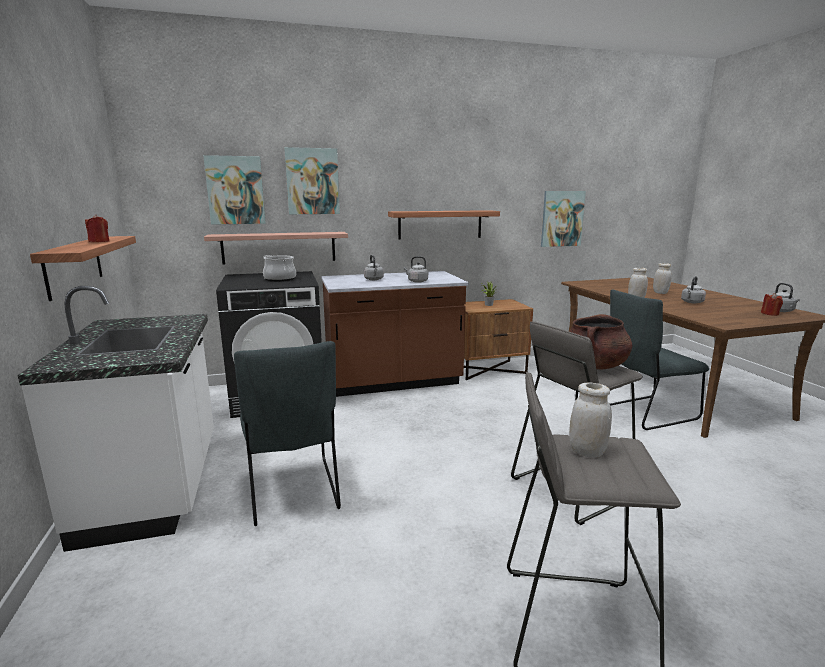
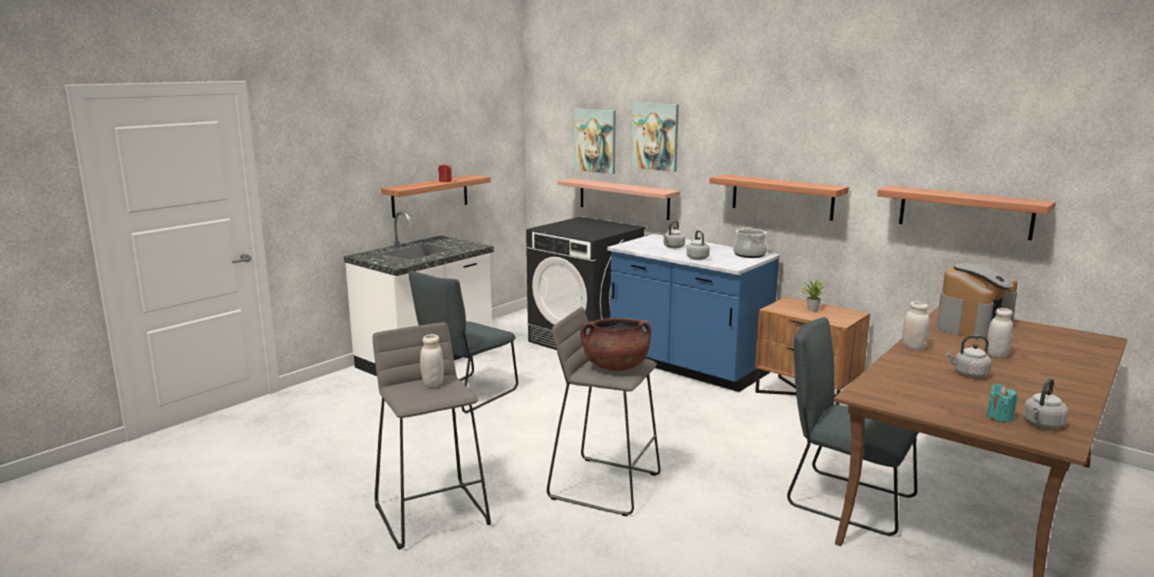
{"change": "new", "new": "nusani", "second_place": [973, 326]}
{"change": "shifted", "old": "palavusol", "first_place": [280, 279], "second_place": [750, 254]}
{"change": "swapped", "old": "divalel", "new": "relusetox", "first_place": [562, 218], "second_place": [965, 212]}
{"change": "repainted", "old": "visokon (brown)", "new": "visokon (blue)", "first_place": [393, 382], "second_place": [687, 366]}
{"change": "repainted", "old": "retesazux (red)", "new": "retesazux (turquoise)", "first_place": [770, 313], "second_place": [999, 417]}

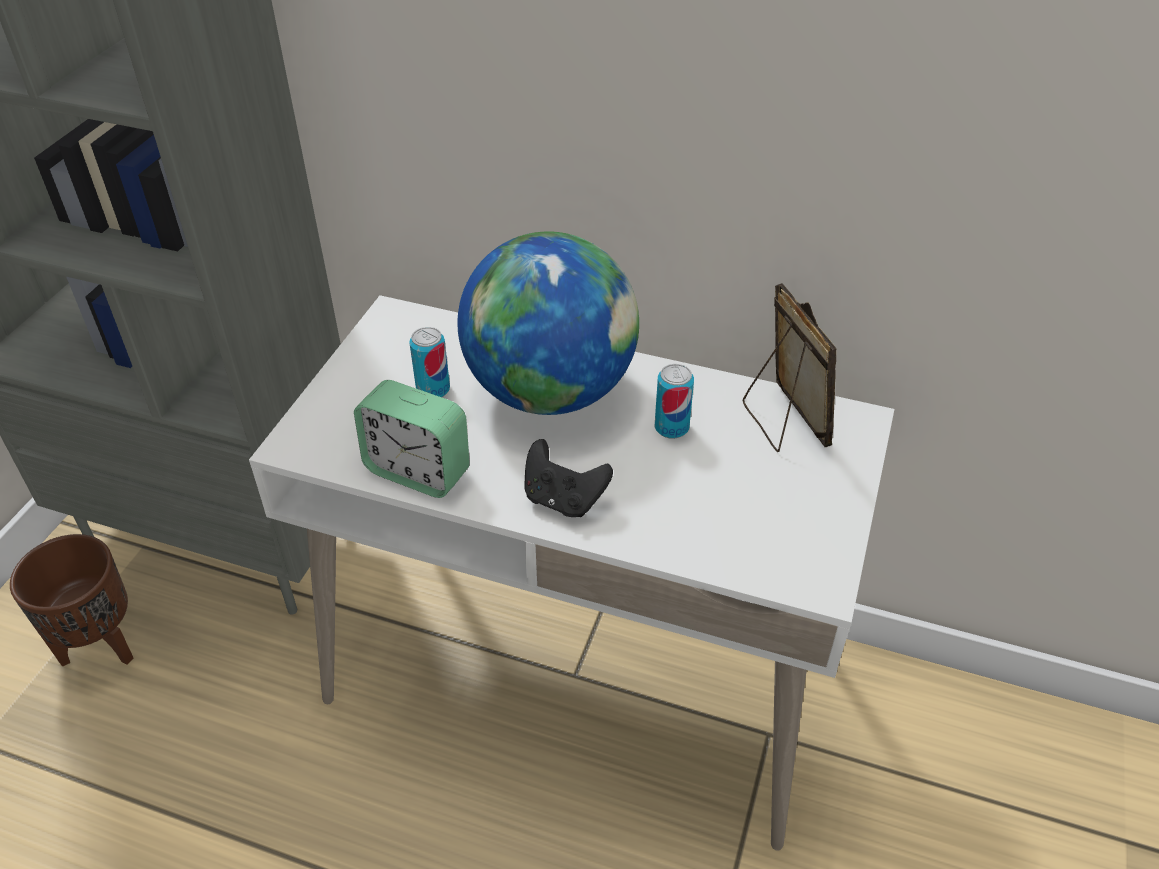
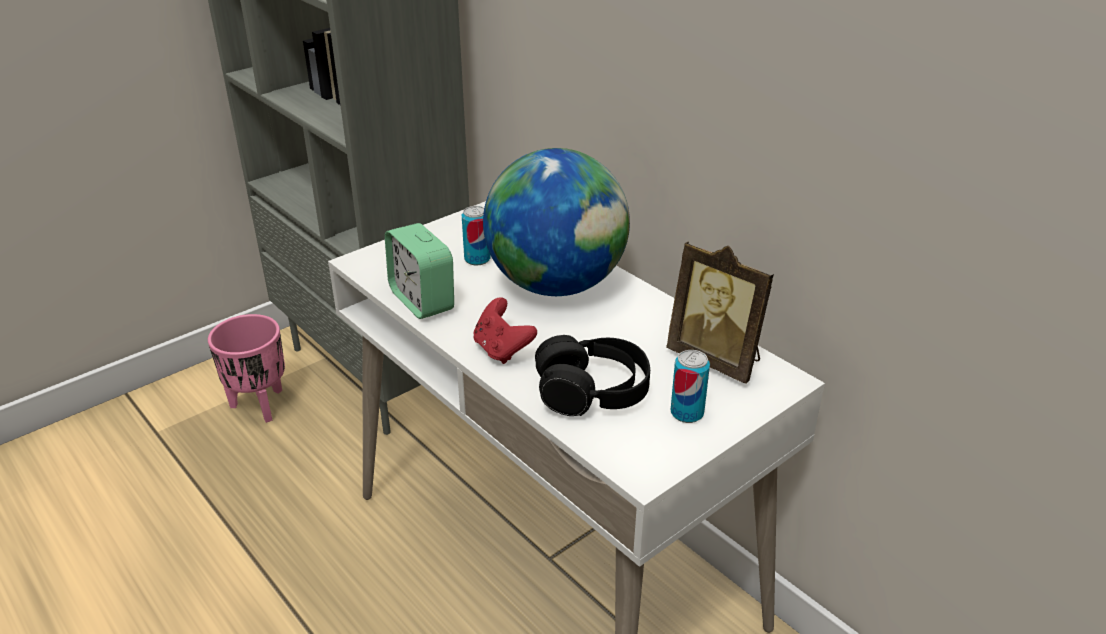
{"change": "new", "new": "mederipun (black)", "second_place": [592, 391]}
{"change": "shifted", "old": "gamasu", "first_place": [671, 427], "second_place": [687, 413]}
{"change": "repainted", "old": "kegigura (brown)", "new": "kegigura (pink)", "first_place": [100, 646], "second_place": [259, 405]}
{"change": "repainted", "old": "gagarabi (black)", "new": "gagarabi (red)", "first_place": [563, 499], "second_place": [502, 350]}
{"change": "rotated", "old": "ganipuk", "first_place": [782, 422], "second_place": [717, 359], "degrees": 120}

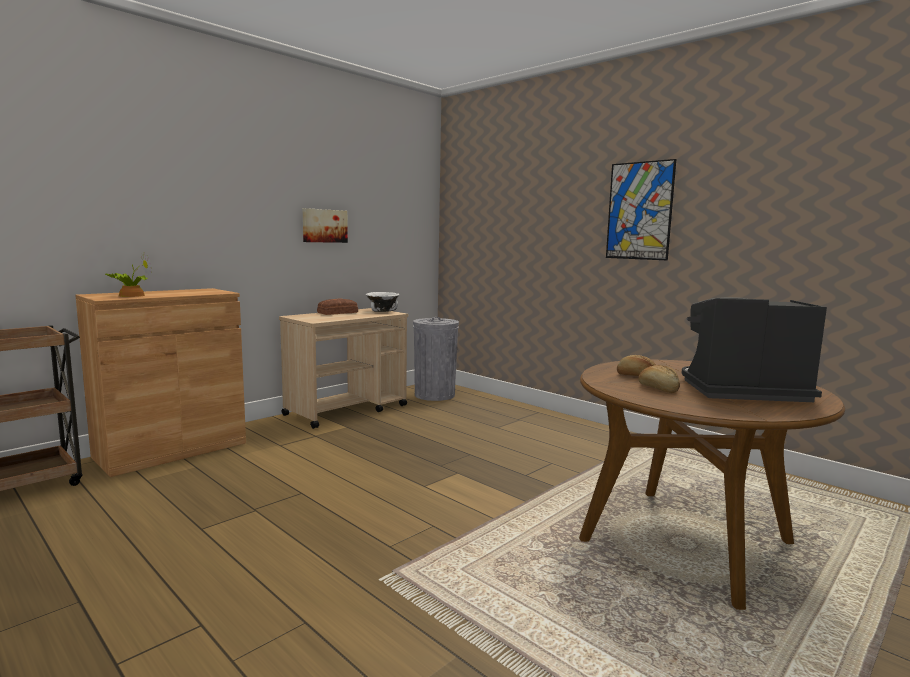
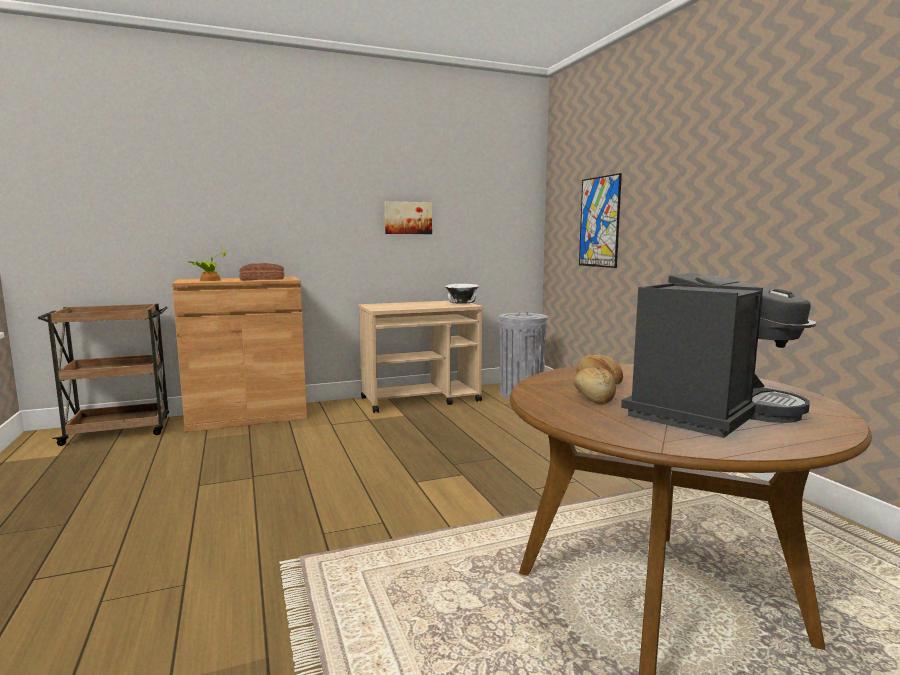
{"change": "shifted", "old": "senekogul", "first_place": [338, 313], "second_place": [263, 279]}
{"change": "shifted", "old": "divalel", "first_place": [639, 211], "second_place": [599, 222]}
{"change": "rotated", "old": "nusani", "first_place": [740, 391], "second_place": [709, 412], "degrees": 105}

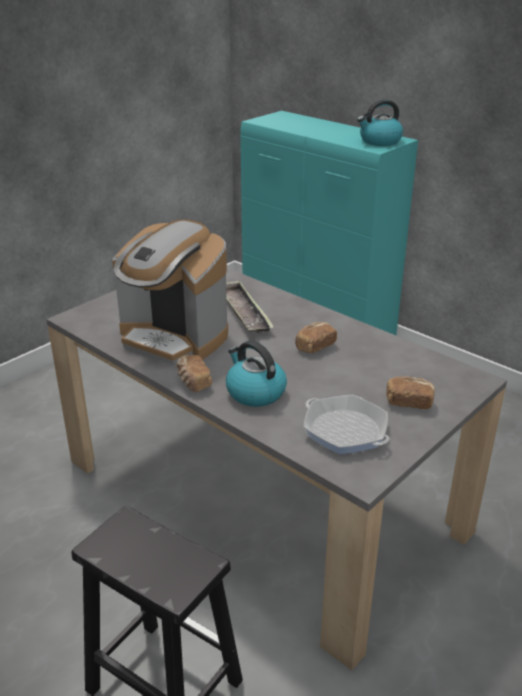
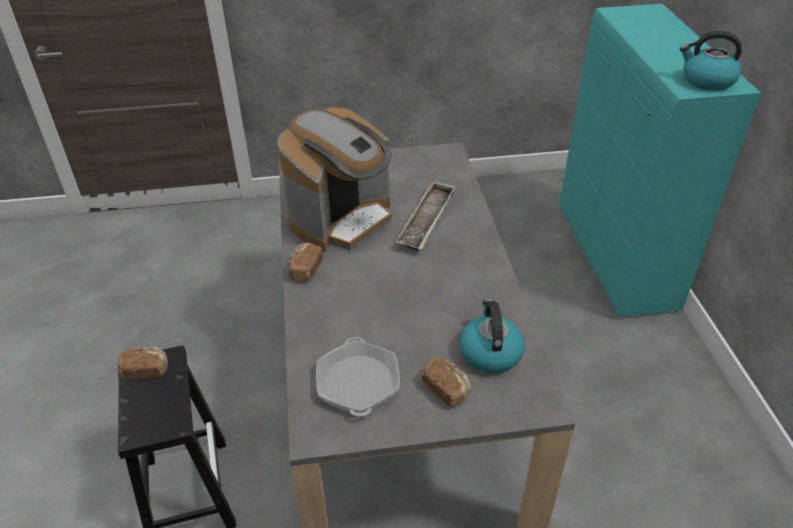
{"change": "shifted", "old": "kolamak", "first_place": [255, 392], "second_place": [490, 352]}
{"change": "shifted", "old": "senekogul", "first_place": [314, 346], "second_place": [146, 370]}
{"change": "rotated", "old": "nusani", "first_place": [174, 338], "second_place": [342, 219], "degrees": -120}

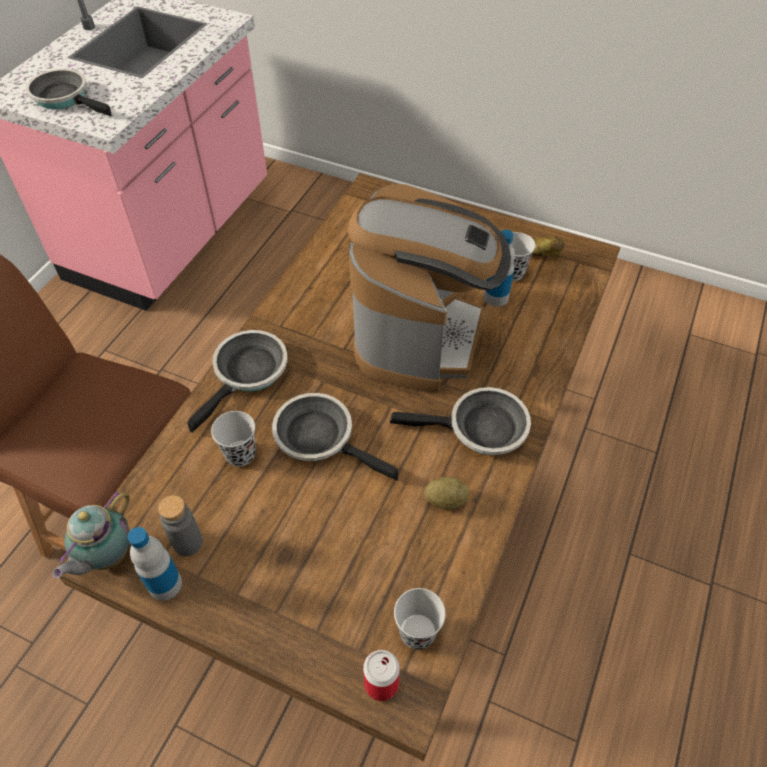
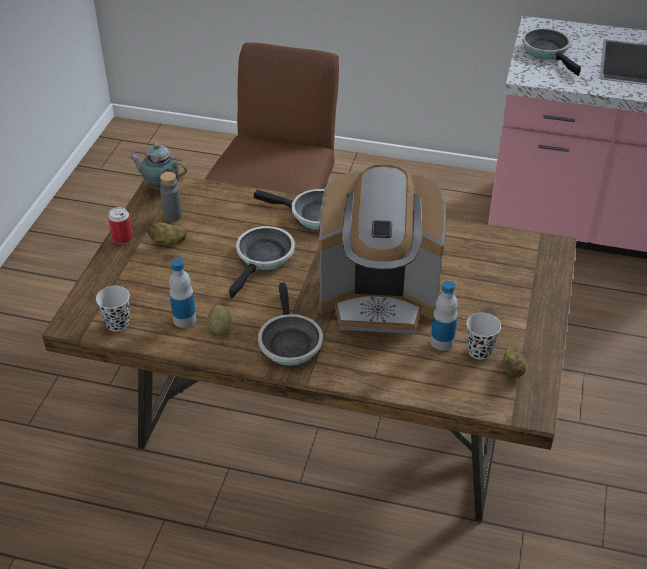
{"change": "gone", "old": "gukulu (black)", "first_place": [240, 454]}
{"change": "new", "new": "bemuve", "second_place": [168, 242]}
{"change": "shifted", "old": "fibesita", "first_place": [165, 584], "second_place": [184, 319]}
{"change": "shifted", "old": "gamasu", "first_place": [381, 683], "second_place": [122, 238]}
{"change": "rotated", "old": "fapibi", "first_place": [65, 98], "second_place": [548, 51], "degrees": -45}

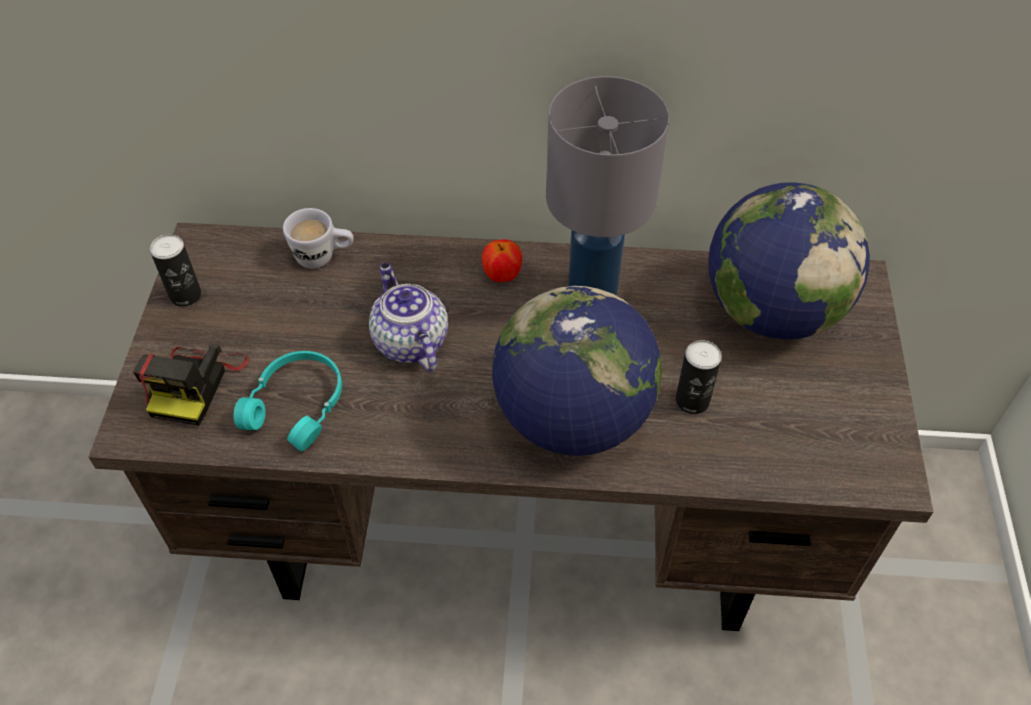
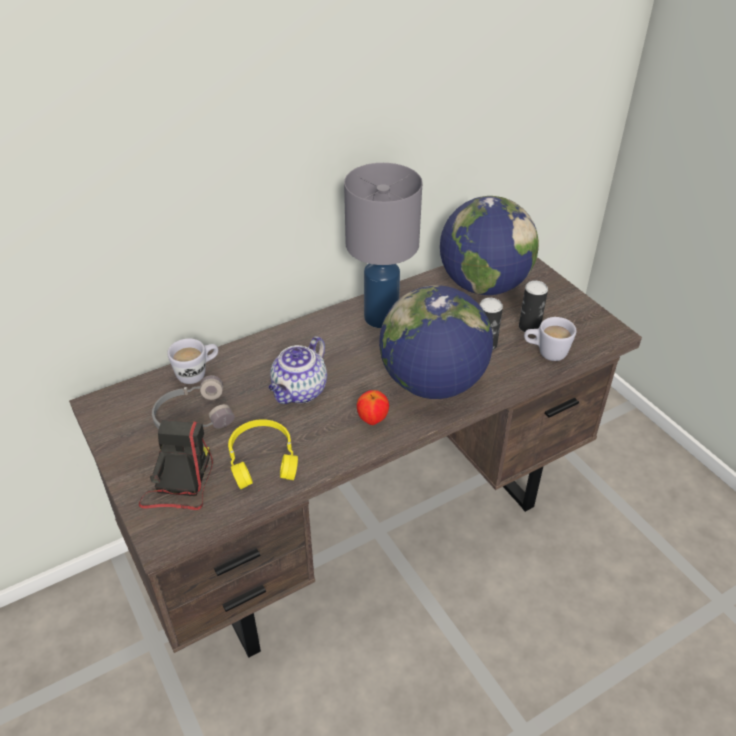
{"change": "new", "new": "mederipun (grey)", "second_place": [192, 416]}
{"change": "new", "new": "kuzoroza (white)", "second_place": [545, 353]}
{"change": "shifted", "old": "gamasu", "first_place": [185, 295], "second_place": [529, 327]}
{"change": "shifted", "old": "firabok", "first_place": [502, 276], "second_place": [372, 420]}
{"change": "repainted", "old": "mederipun (turquoise)", "new": "mederipun (yellow)", "first_place": [298, 405], "second_place": [263, 459]}
{"change": "rotated", "old": "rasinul", "first_place": [196, 384], "second_place": [180, 482], "degrees": -150}
{"change": "rotated", "old": "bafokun", "first_place": [409, 341], "second_place": [299, 392], "degrees": -90}

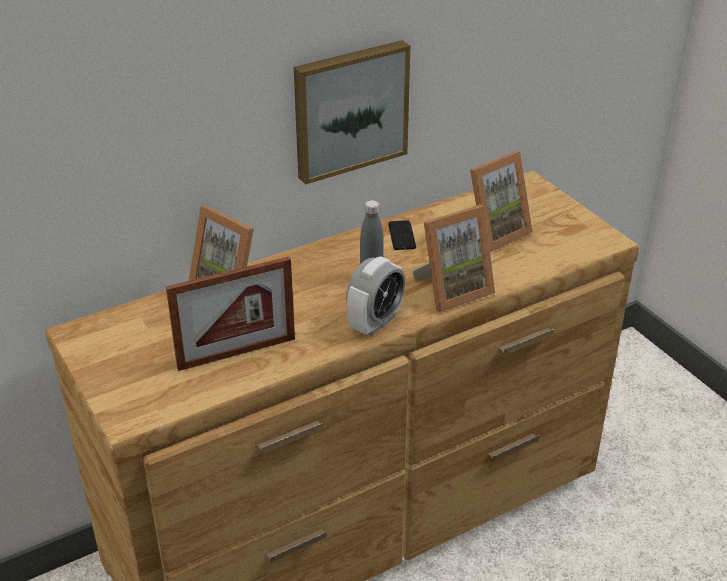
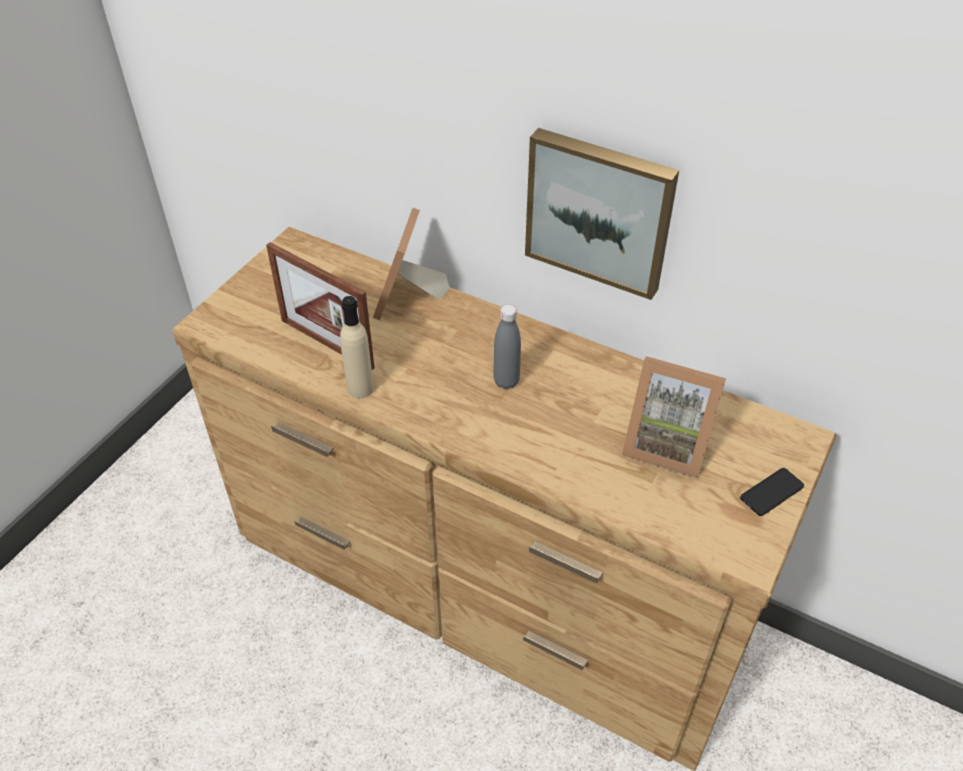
{"change": "gone", "old": "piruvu", "first_place": [375, 322]}
{"change": "gone", "old": "ganipuk", "first_place": [452, 289]}
{"change": "new", "new": "fibesita (beige)", "second_place": [360, 388]}
{"change": "shifted", "old": "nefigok", "first_place": [402, 236], "second_place": [771, 492]}

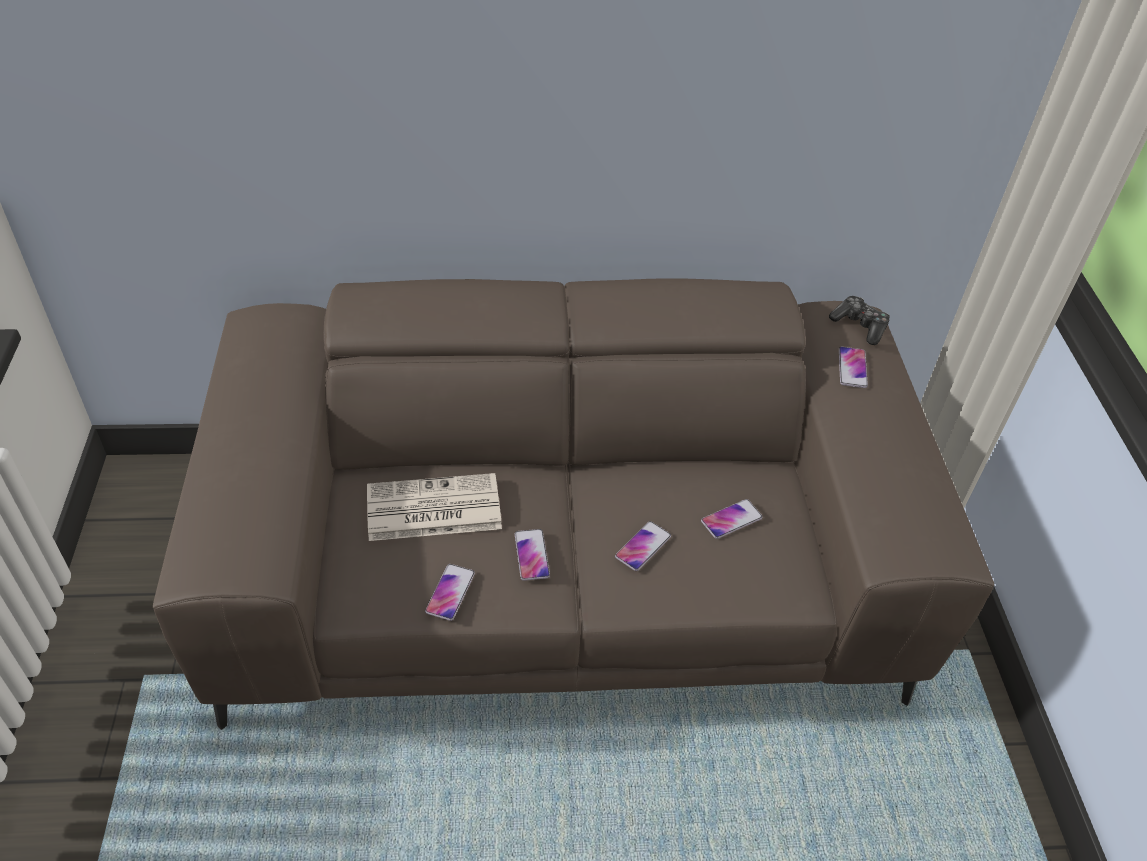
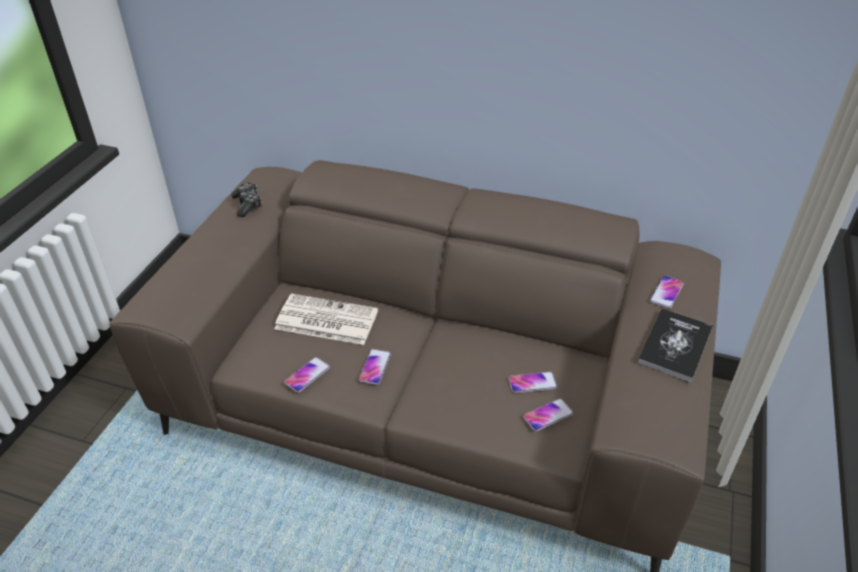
{"change": "new", "new": "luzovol", "second_place": [675, 345]}
{"change": "shifted", "old": "nefigok", "first_place": [643, 546], "second_place": [548, 415]}
{"change": "shifted", "old": "gagarabi", "first_place": [859, 326], "second_place": [248, 204]}

